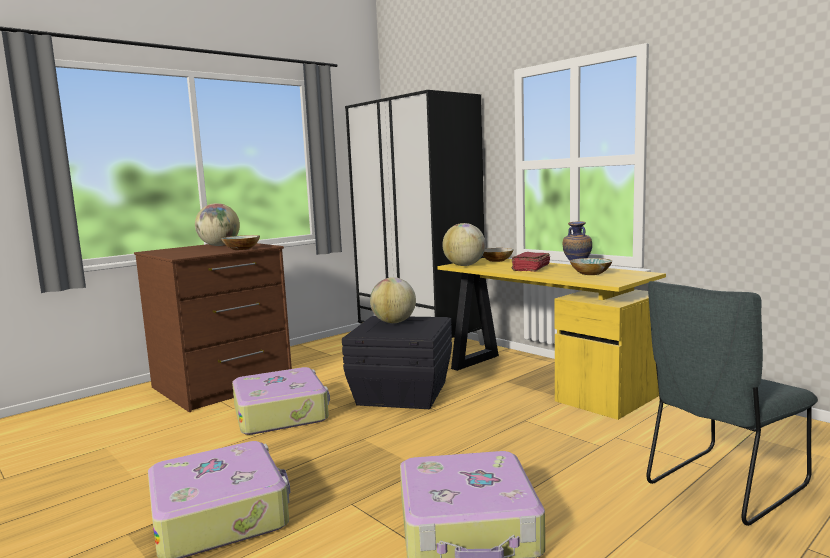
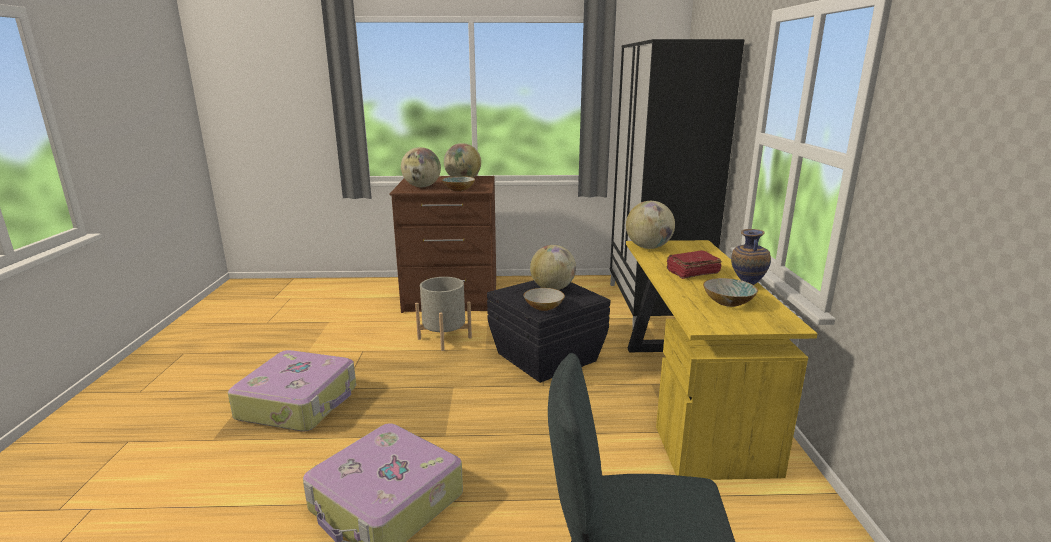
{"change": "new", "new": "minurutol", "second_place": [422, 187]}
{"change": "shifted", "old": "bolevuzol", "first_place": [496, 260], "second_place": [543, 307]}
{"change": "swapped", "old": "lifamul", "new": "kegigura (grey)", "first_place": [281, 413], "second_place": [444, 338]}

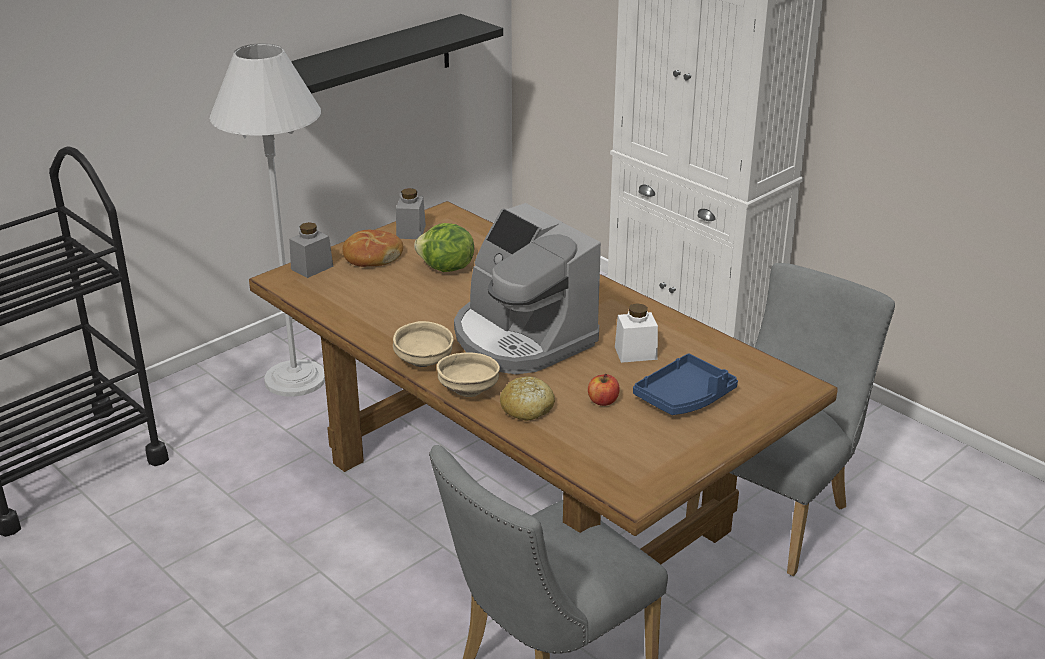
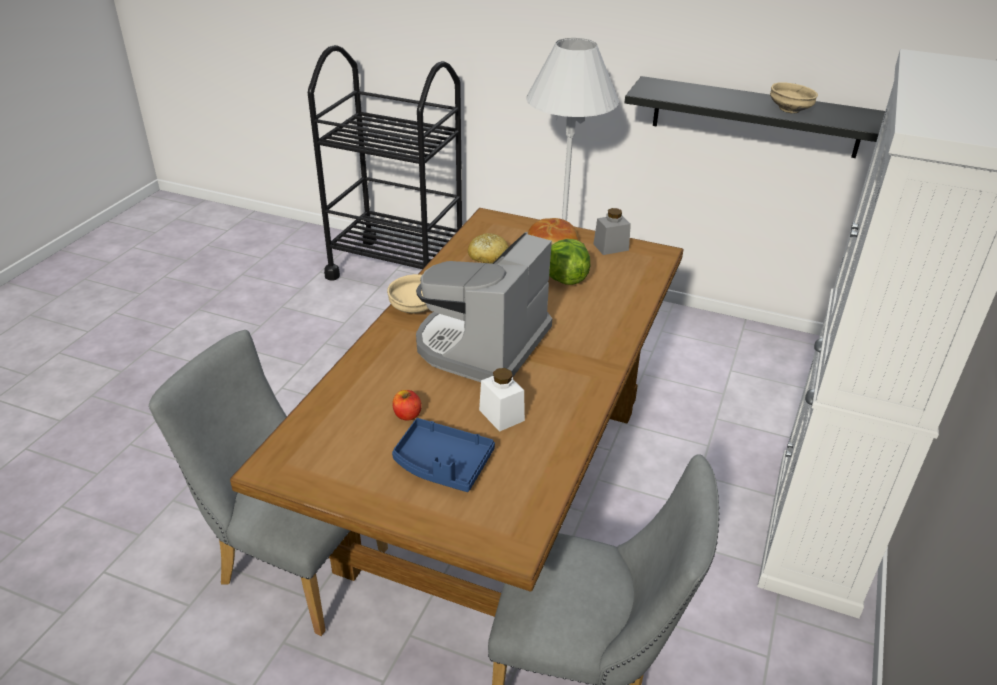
{"change": "gone", "old": "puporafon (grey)", "first_place": [312, 268]}
{"change": "shifted", "old": "bolevuzol (beige)", "first_place": [469, 390], "second_place": [790, 110]}
{"change": "shifted", "old": "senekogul", "first_place": [527, 408], "second_place": [487, 256]}

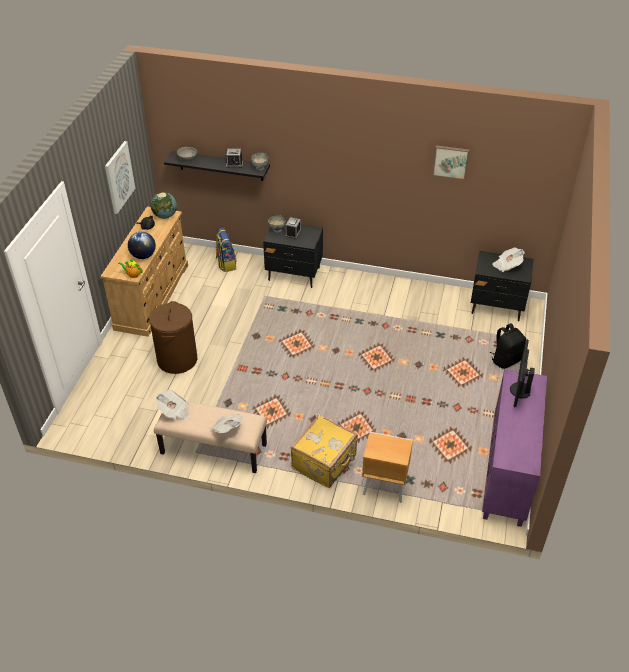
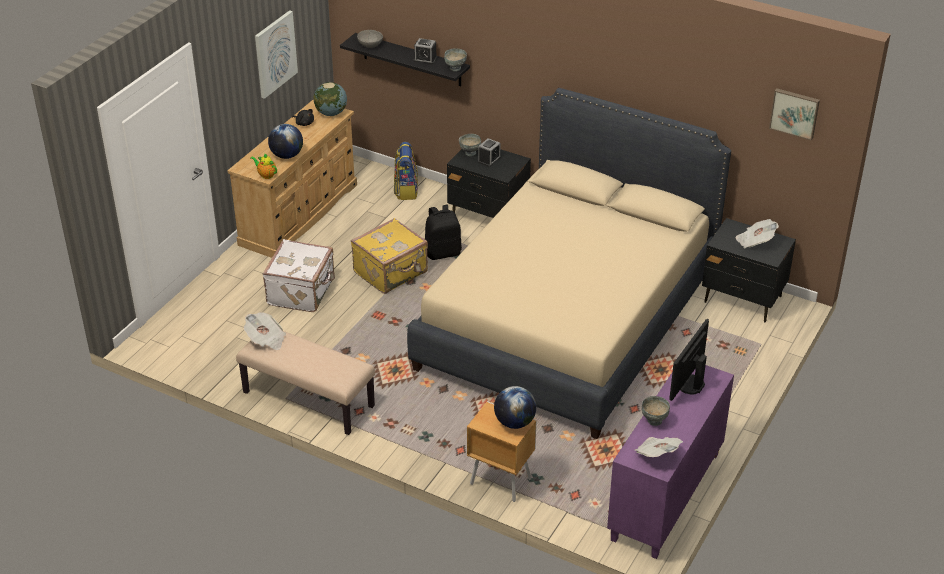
{"change": "new", "new": "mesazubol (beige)", "second_place": [568, 320]}
{"change": "new", "new": "minurutol", "second_place": [514, 422]}
{"change": "new", "new": "bolevuzol (grey)", "second_place": [654, 420]}
{"change": "shifted", "old": "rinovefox", "first_place": [227, 428], "second_place": [657, 454]}
{"change": "shifted", "old": "lifamul (yellow)", "first_place": [325, 463], "second_place": [391, 273]}
{"change": "shifted", "old": "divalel", "first_place": [450, 161], "second_place": [794, 113]}
{"change": "shifted", "old": "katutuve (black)", "first_place": [505, 360], "second_place": [443, 252]}
{"change": "swapped", "old": "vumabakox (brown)", "new": "lifamul (white)", "first_place": [177, 359], "second_place": [302, 292]}

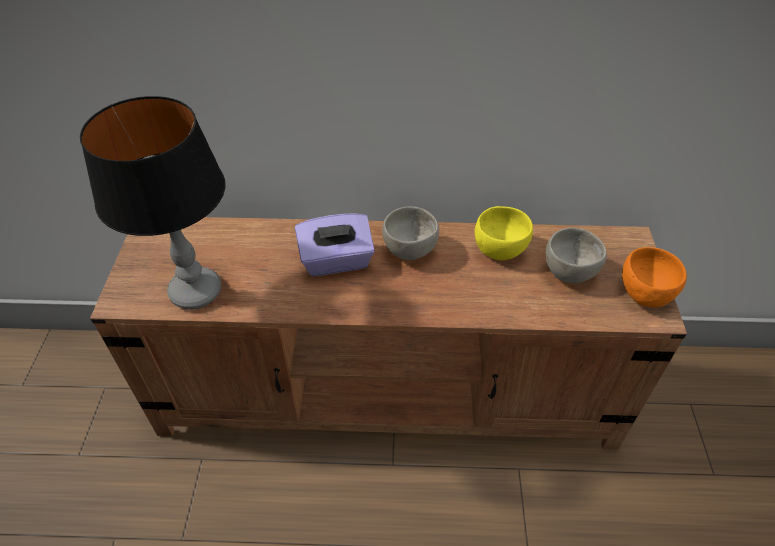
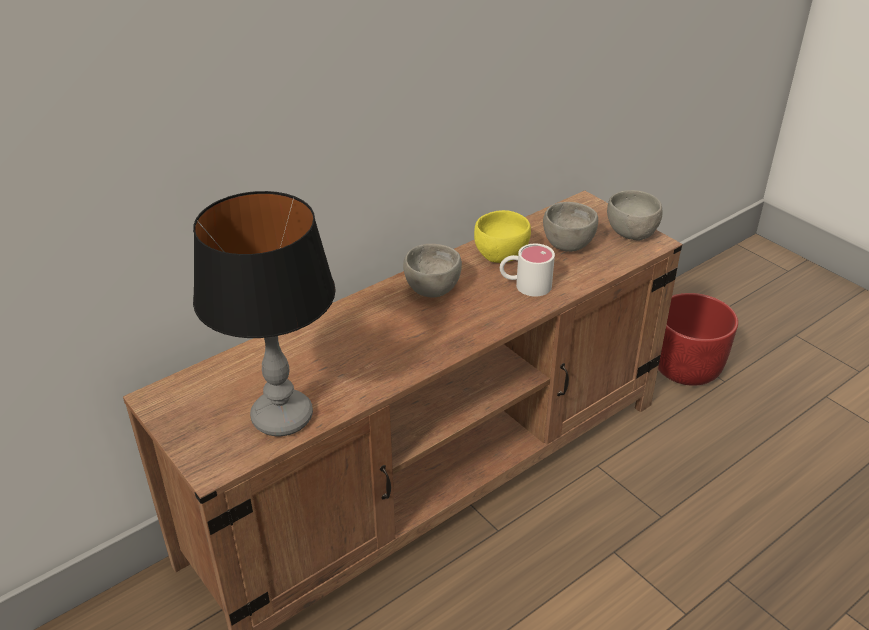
{"change": "gone", "old": "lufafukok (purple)", "first_place": [336, 261]}
{"change": "new", "new": "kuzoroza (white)", "second_place": [525, 285]}
{"change": "new", "new": "kegigura (red)", "second_place": [686, 368]}
{"change": "repainted", "old": "bolevuzol (orange)", "new": "bolevuzol (grey)", "first_place": [643, 294], "second_place": [630, 234]}

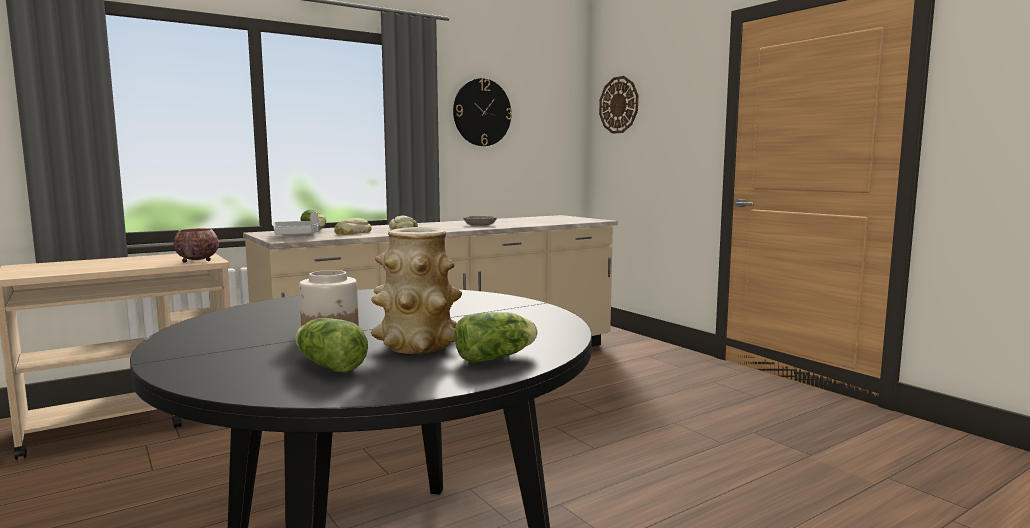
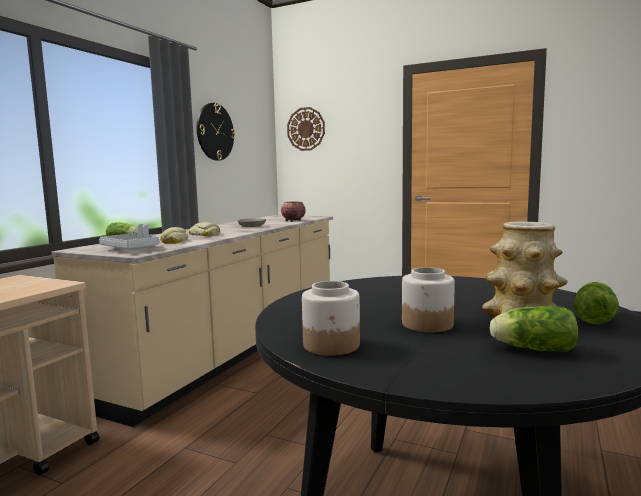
{"change": "new", "new": "puporafon", "second_place": [332, 345]}
{"change": "shifted", "old": "bolevuzol", "first_place": [197, 261], "second_place": [293, 221]}

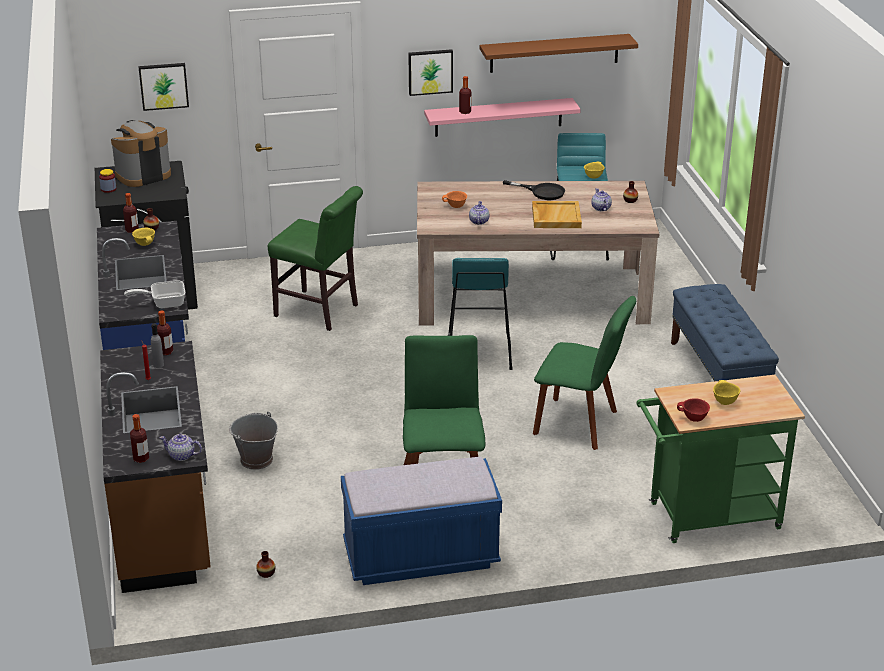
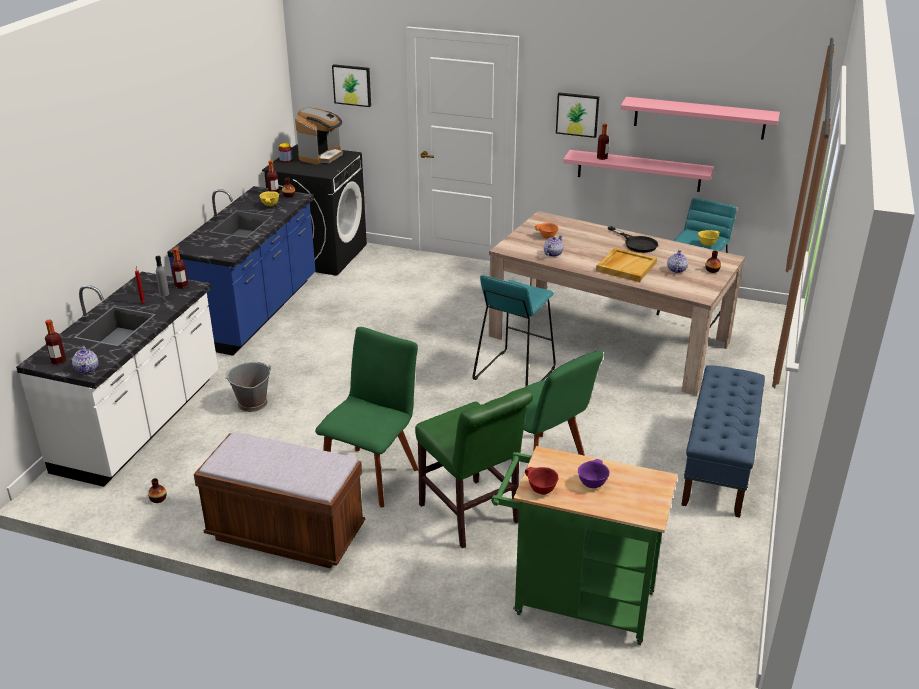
{"change": "gone", "old": "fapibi", "first_place": [163, 303]}
{"change": "shifted", "old": "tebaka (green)", "first_place": [320, 312], "second_place": [472, 516]}
{"change": "repainted", "old": "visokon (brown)", "new": "visokon (white)", "first_place": [164, 517], "second_place": [141, 424]}
{"change": "repainted", "old": "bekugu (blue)", "new": "bekugu (brown)", "first_place": [421, 557], "second_place": [286, 534]}
{"change": "repainted", "old": "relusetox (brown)", "new": "relusetox (pink)", "first_place": [554, 53], "second_place": [699, 118]}
{"change": "repainted", "old": "bolevuzol (yellow)", "new": "bolevuzol (purple)", "first_place": [724, 401], "second_place": [592, 483]}
{"change": "rotated", "old": "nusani", "first_place": [143, 175], "second_place": [321, 156], "degrees": 120}
{"change": "rotated", "old": "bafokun", "first_place": [182, 456], "second_place": [87, 369], "degrees": -150}

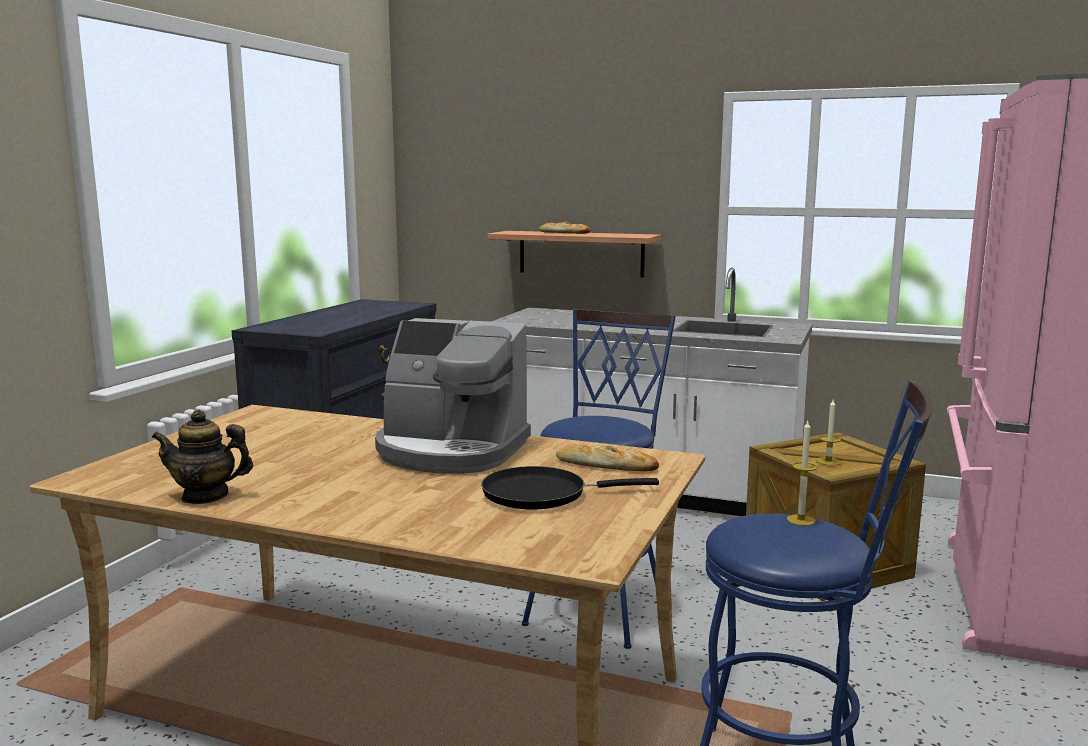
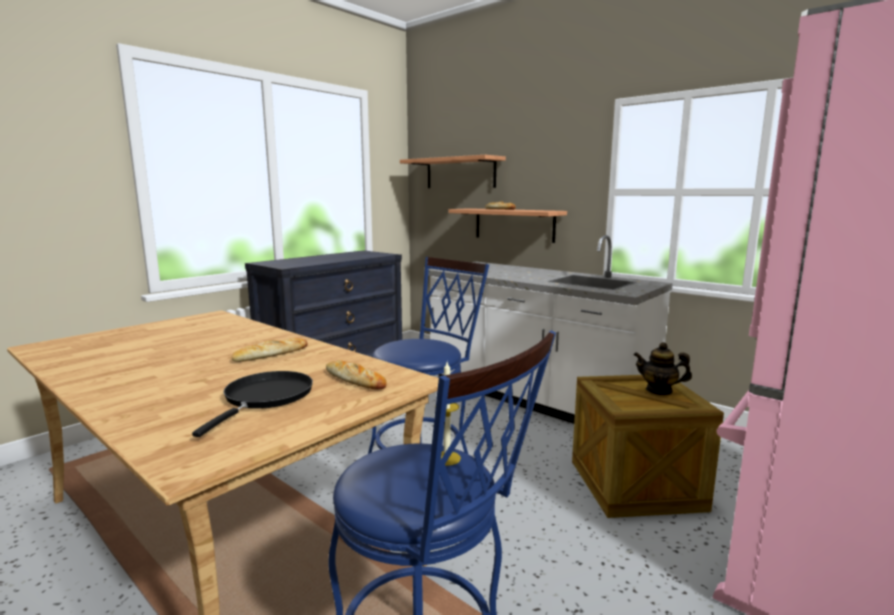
{"change": "gone", "old": "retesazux", "first_place": [828, 461]}
{"change": "new", "new": "relusetox", "second_place": [460, 173]}
{"change": "shifted", "old": "bafokun", "first_place": [205, 496], "second_place": [659, 390]}
{"change": "swapped", "old": "nusani", "new": "senekogul", "first_place": [451, 451], "second_place": [270, 354]}
{"change": "rotated", "old": "fapibi (black)", "first_place": [542, 494], "second_place": [265, 398], "degrees": 90}

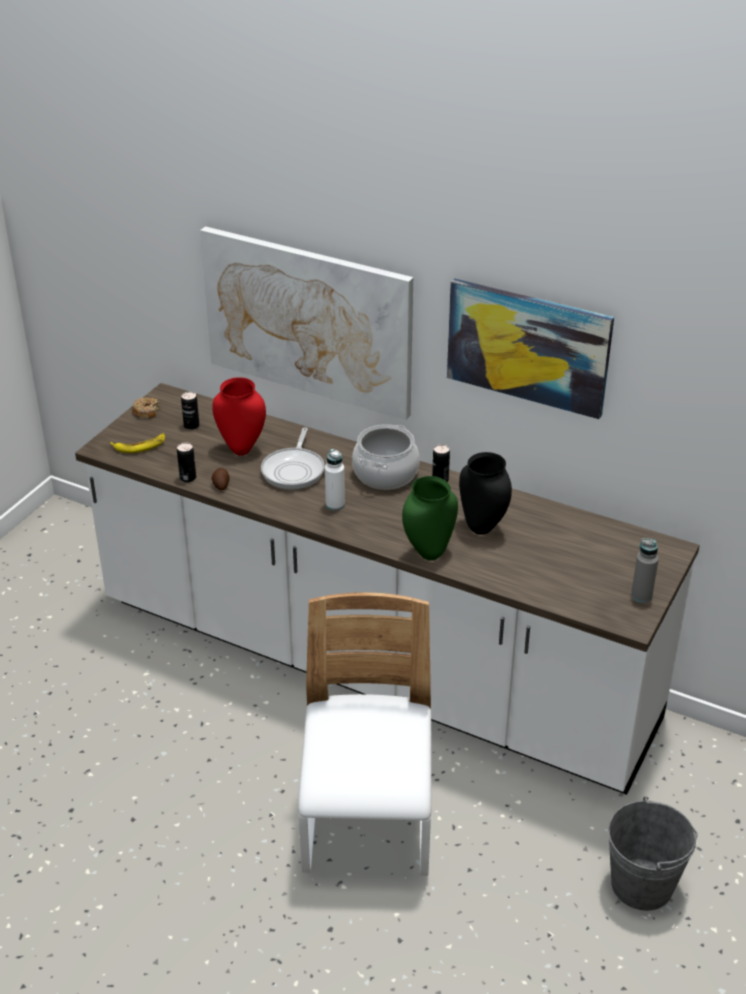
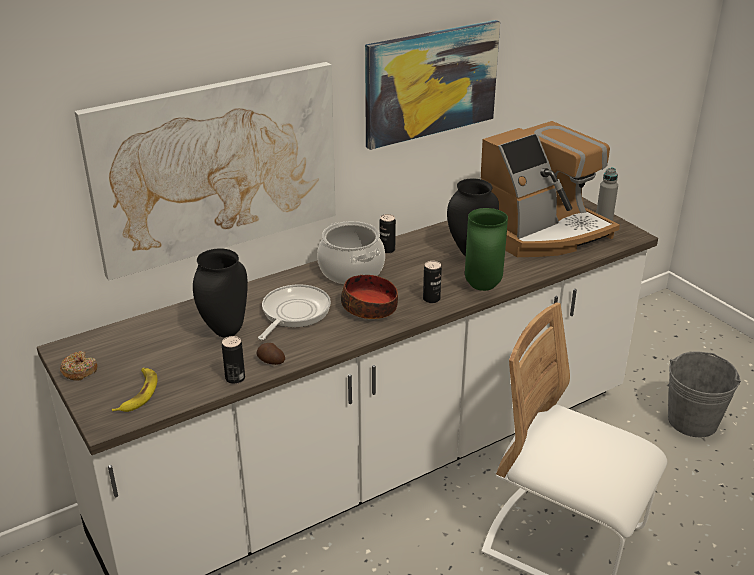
{"change": "new", "new": "nusani", "second_place": [542, 232]}
{"change": "shifted", "old": "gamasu", "first_place": [191, 426], "second_place": [431, 299]}
{"change": "swapped", "old": "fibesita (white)", "new": "bolevuzol", "first_place": [335, 504], "second_place": [370, 308]}
{"change": "repainted", "old": "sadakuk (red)", "new": "sadakuk (black)", "first_place": [242, 449], "second_place": [224, 331]}
{"change": "rotated", "old": "fapibi", "first_place": [294, 470], "second_place": [293, 313], "degrees": -105}

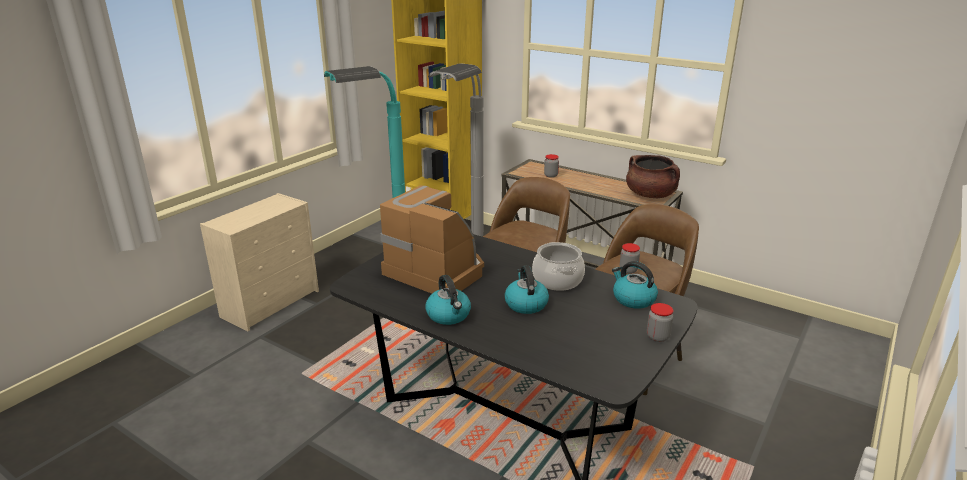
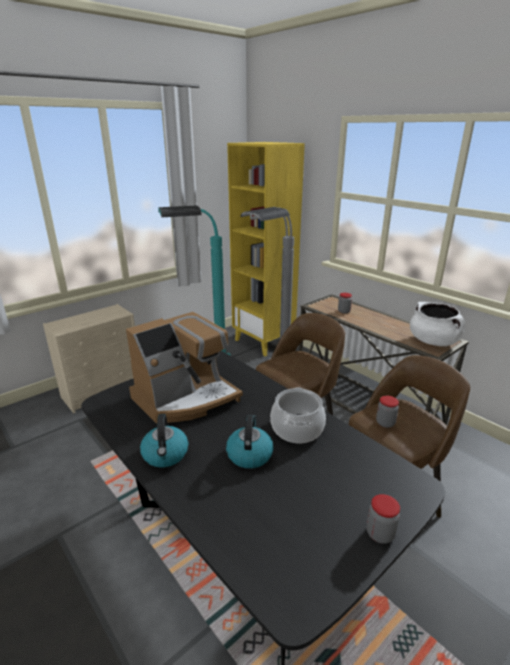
{"change": "gone", "old": "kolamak", "first_place": [633, 299]}
{"change": "repainted", "old": "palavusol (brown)", "new": "palavusol (white)", "first_place": [650, 195], "second_place": [433, 341]}
{"change": "rotated", "old": "nusani", "first_place": [436, 270], "second_place": [186, 398], "degrees": 90}

